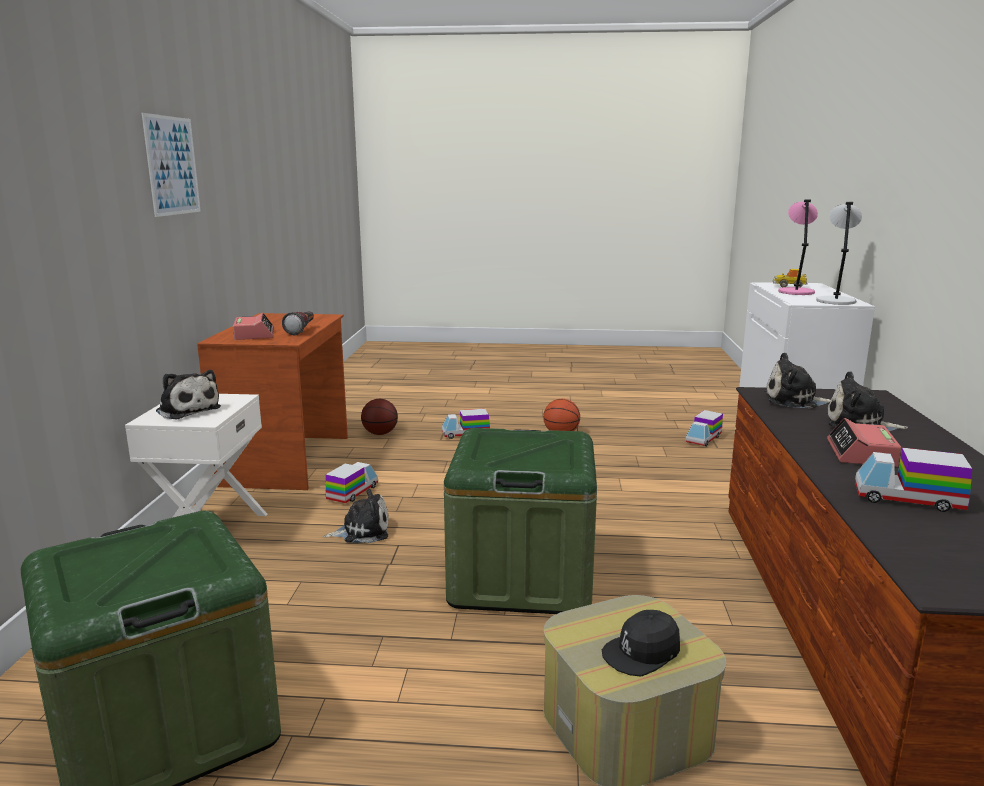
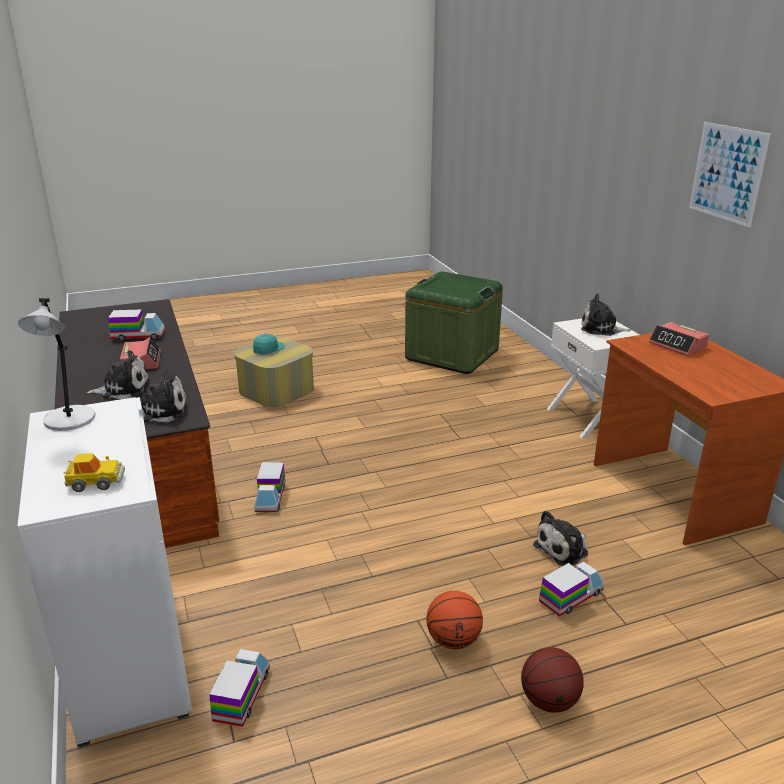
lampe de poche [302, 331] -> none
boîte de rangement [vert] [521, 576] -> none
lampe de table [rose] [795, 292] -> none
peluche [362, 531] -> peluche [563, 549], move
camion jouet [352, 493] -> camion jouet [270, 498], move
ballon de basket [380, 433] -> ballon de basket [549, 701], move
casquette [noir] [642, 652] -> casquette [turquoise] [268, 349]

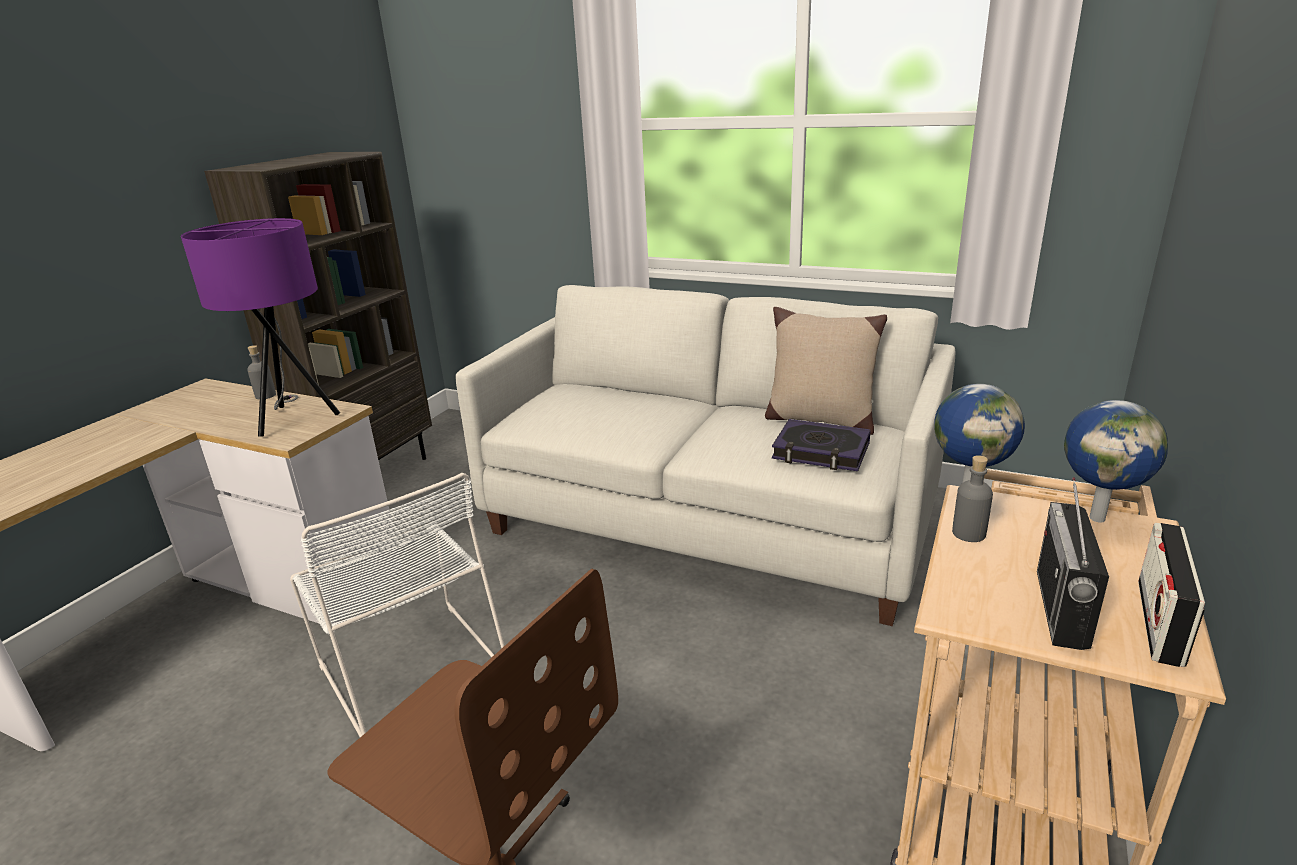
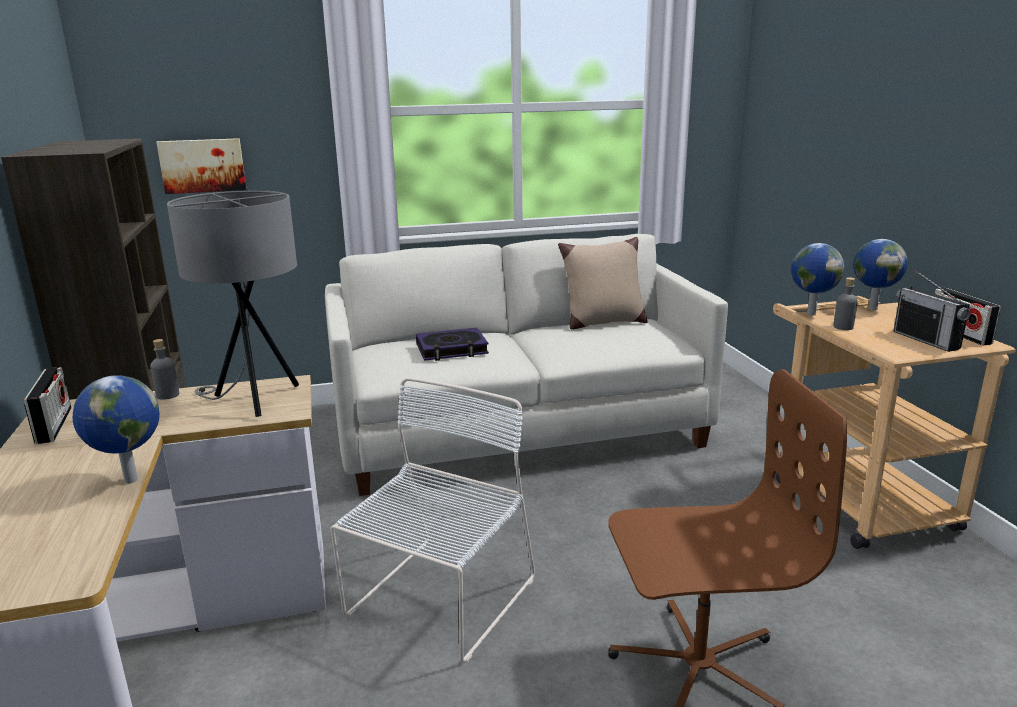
none -> radio [54, 425]
none -> globe [129, 480]
none -> tableau [203, 165]
livre [821, 452] -> livre [452, 349], move
lampe de table [violet] [294, 419] -> lampe de table [gris] [254, 400]
chaise [blanc] [411, 666] -> chaise [blanc] [438, 600], 75 degrees counterclockwise

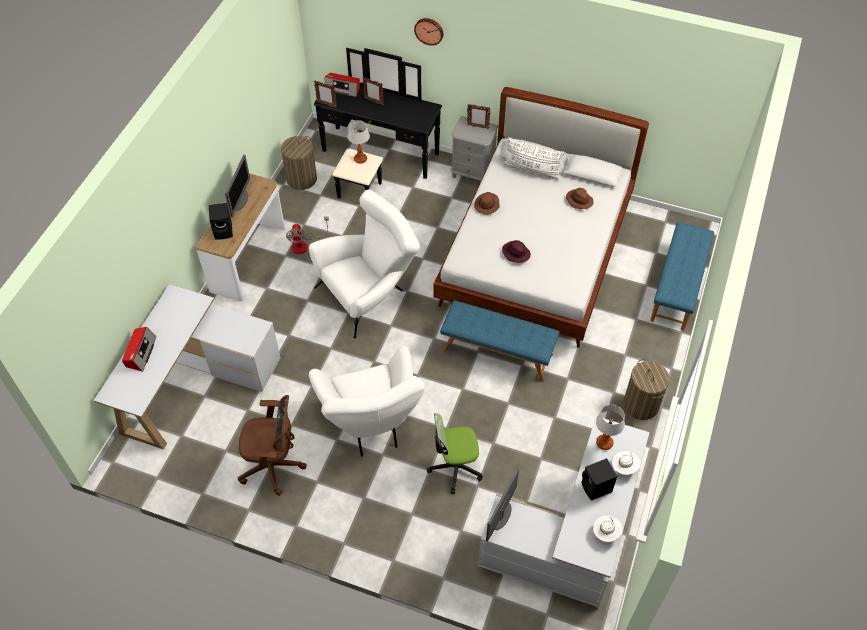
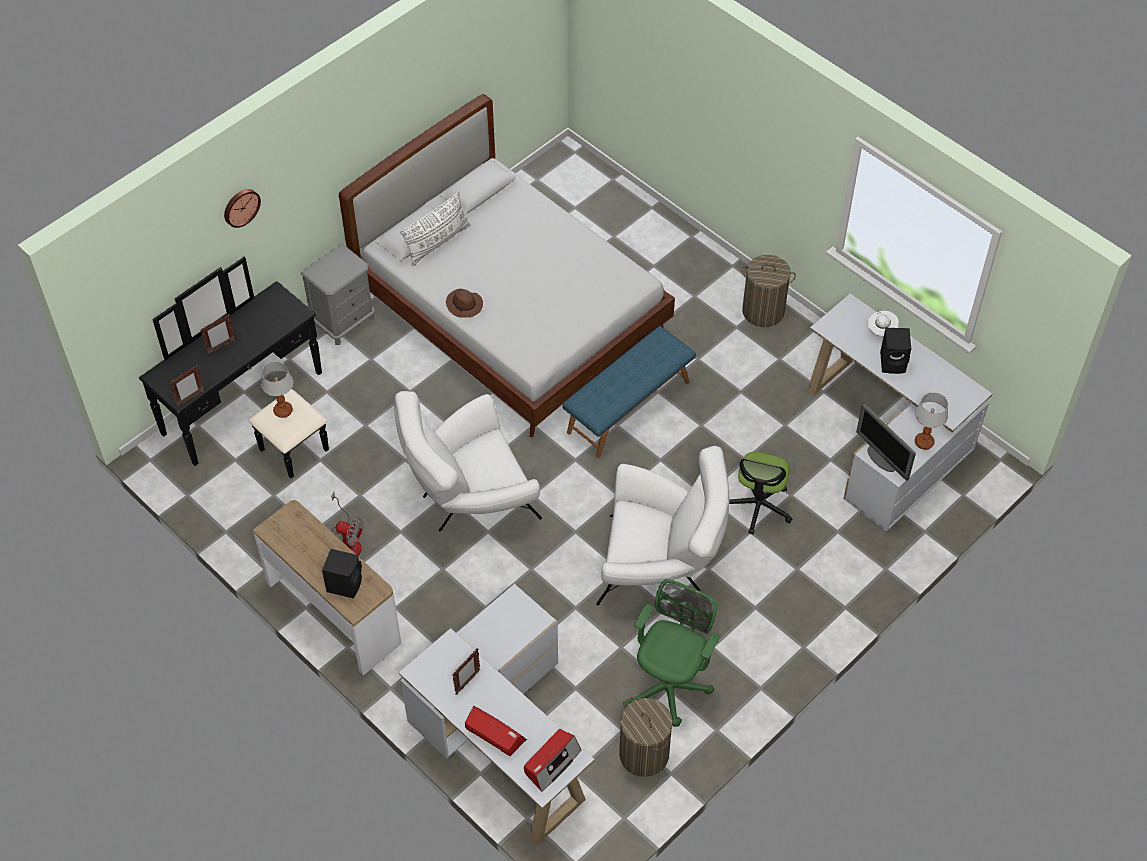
écran d'ordinateur [241, 200] -> none
chapeau [violet] [515, 253] -> none
chapeau [marron] [579, 200] -> none
chapeau [blanc] [606, 533] -> none
banc [bleu] [678, 287] -> none
panier à linge [301, 179] -> panier à linge [644, 754], move
radio [342, 88] -> radio [551, 763], move
cadre photo [477, 127] -> cadre photo [467, 682], move
lampe de table [604, 443] -> lampe de table [924, 442], move
chaise de bureau [marron] [274, 466] -> chaise de bureau [vert] [670, 684]
fauteuil [blanc] [369, 292] -> fauteuil [blanc] [469, 499], 105 degrees counterclockwise

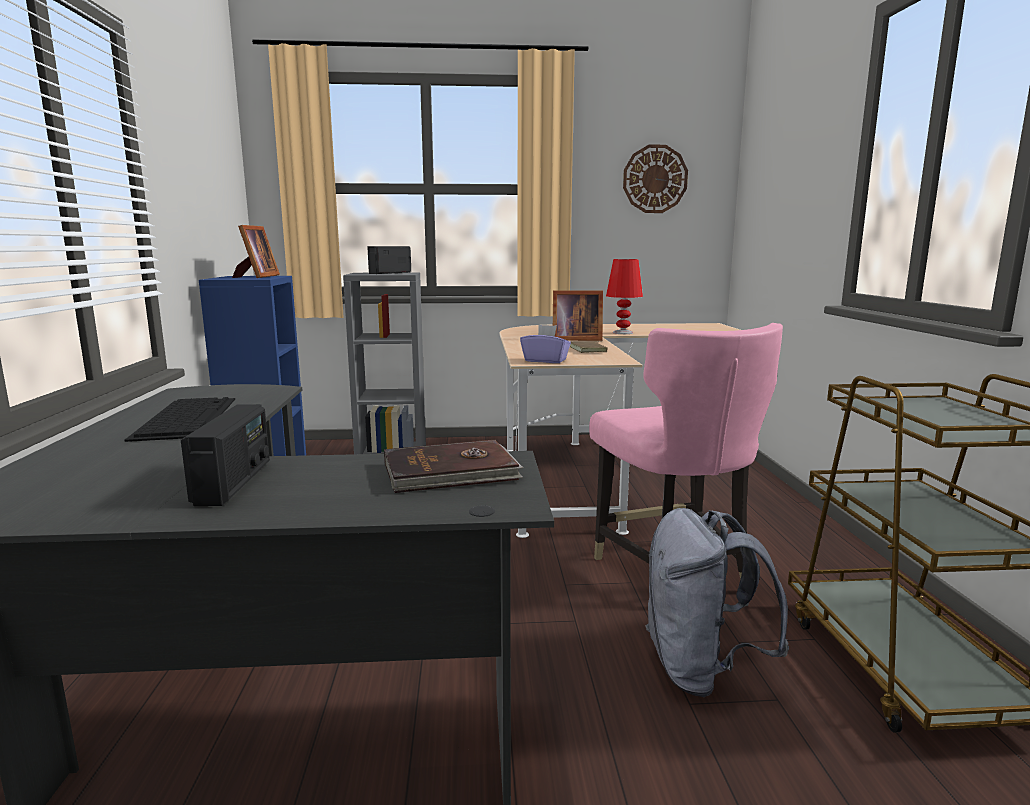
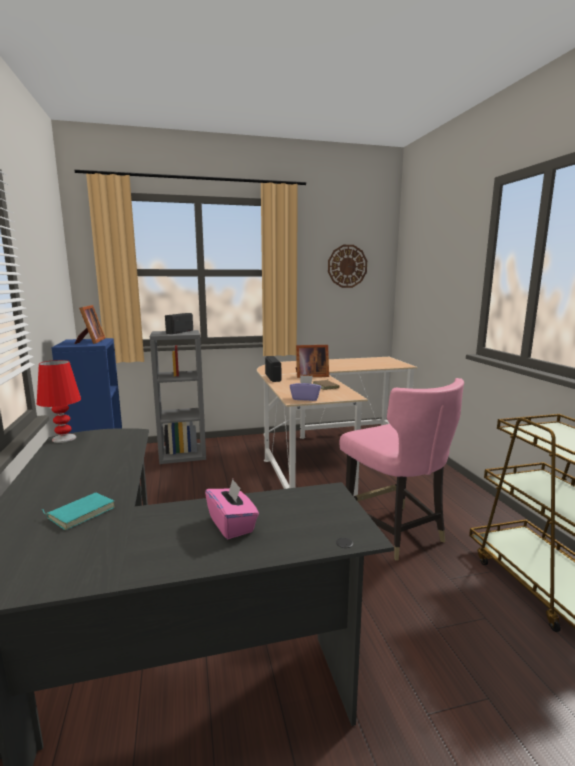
clavier [186, 417] -> none
livre [marron] [451, 472] -> none
sac à dos [gris] [701, 670] -> none
none -> livre [turquoise] [81, 512]
none -> boîte à mouchoirs [rose] [232, 524]
radio [234, 482] -> radio [273, 377], move
lampe de table [rouge] [623, 333] -> lampe de table [rouge] [64, 438], move

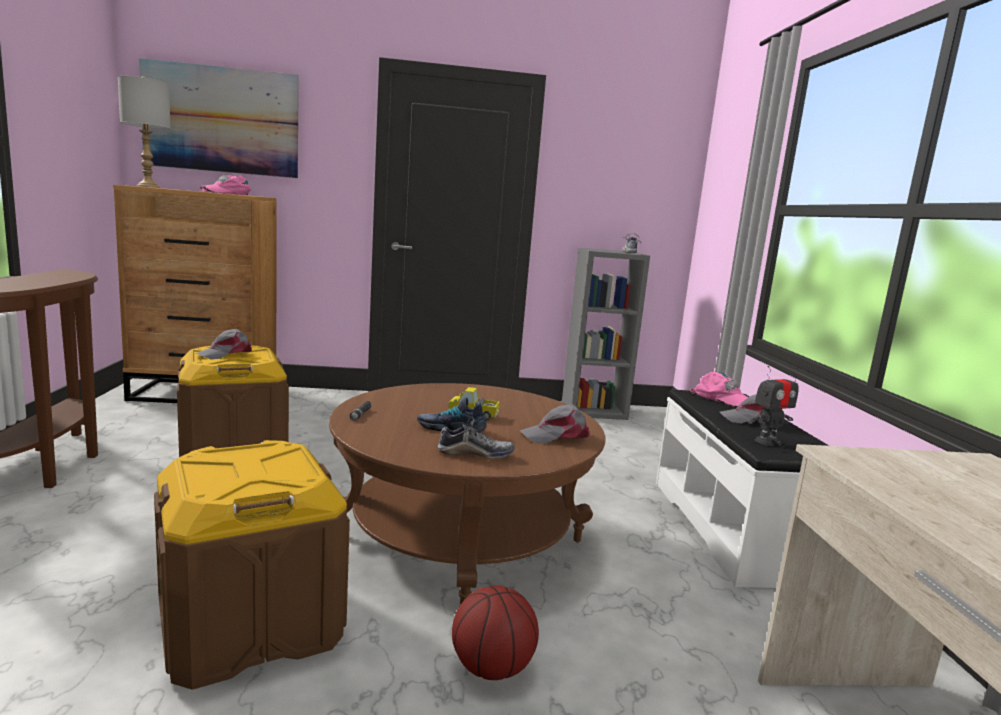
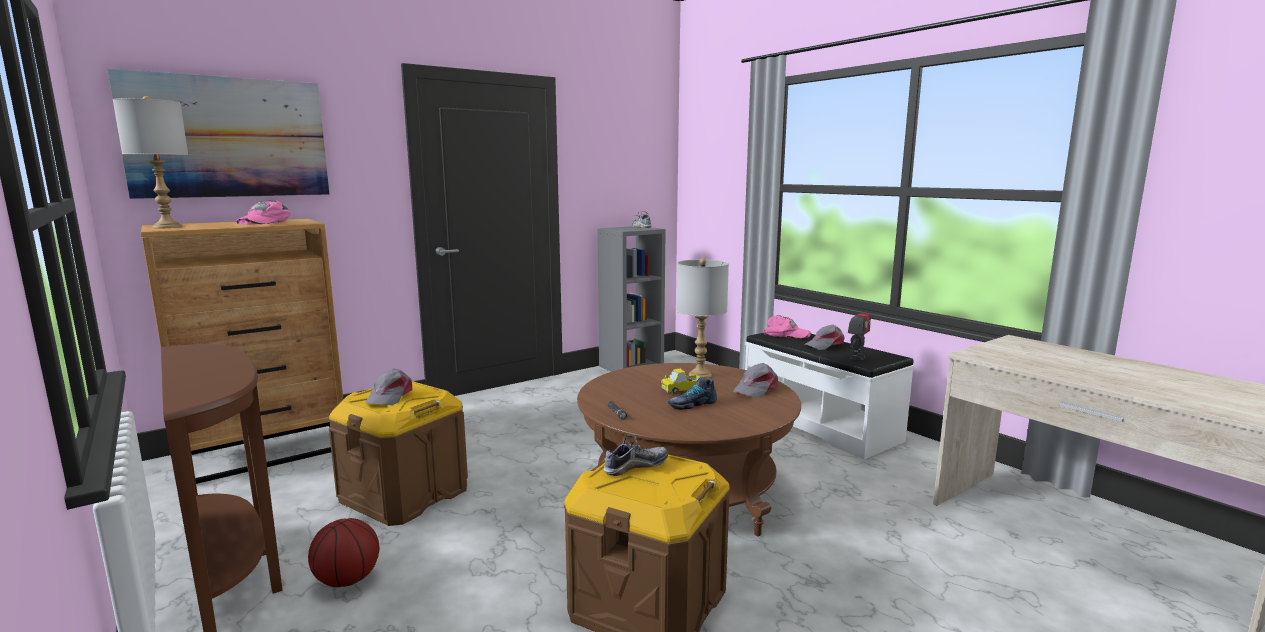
none -> lampe de table [gris] [700, 375]
chaussure [475, 453] -> chaussure [635, 466], move
ballon de basket [491, 668] -> ballon de basket [346, 580], move

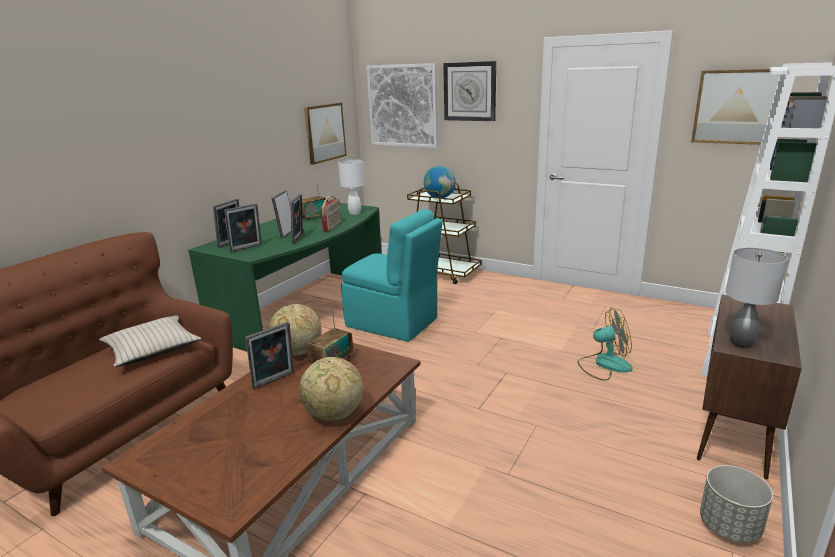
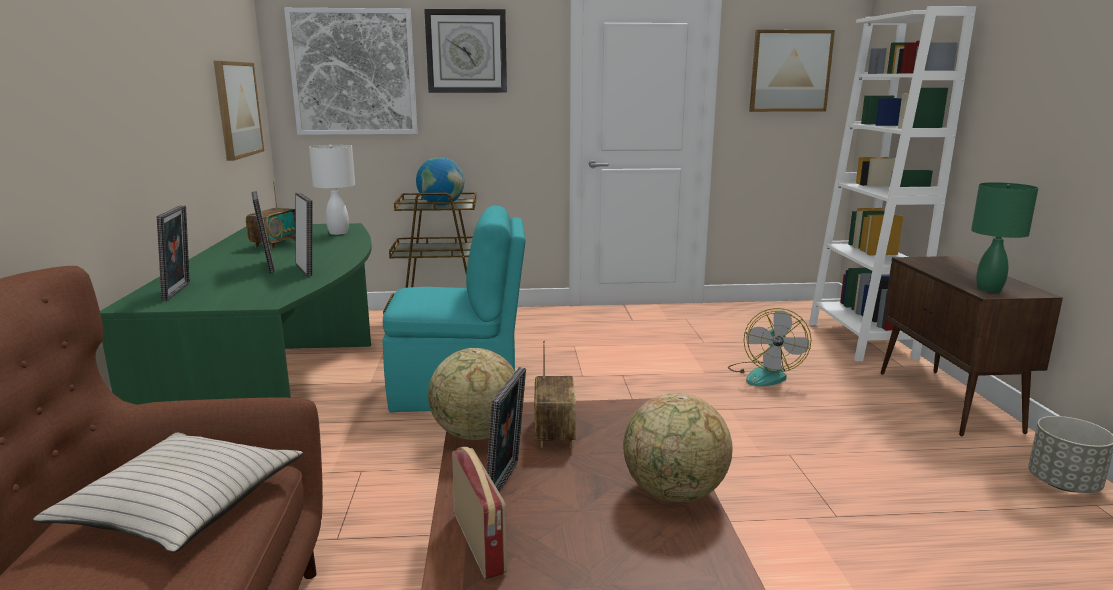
cadre photo [247, 248] -> none
radio [332, 226] -> radio [480, 543], move
lampe de table [gris] [740, 343] -> lampe de table [vert] [988, 289]
ventilateur [604, 364] -> ventilateur [764, 374], 135 degrees clockwise

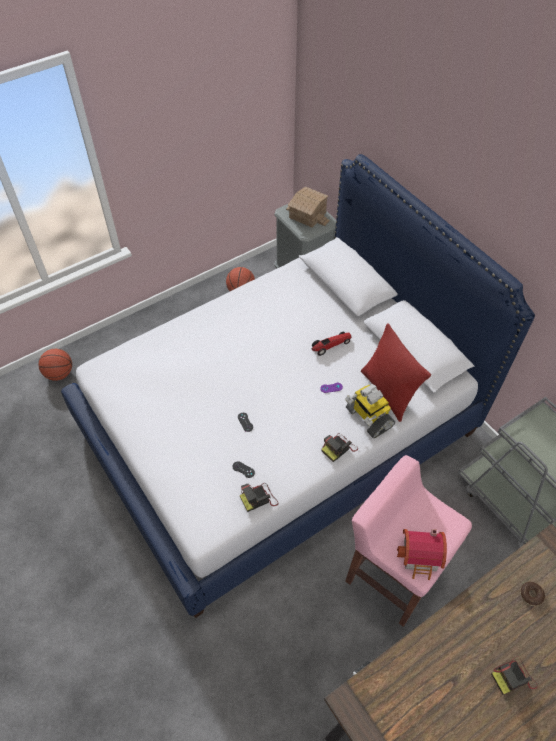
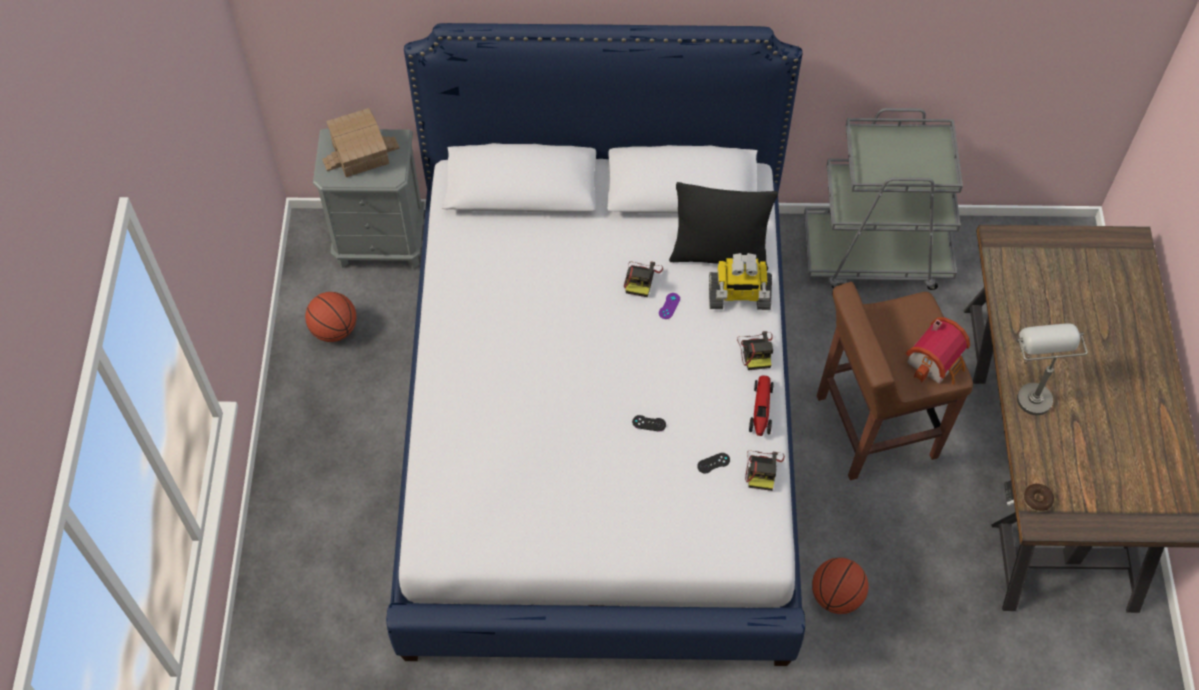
none -> lampe de table [gris] [1029, 389]
ballon de basket [59, 373] -> ballon de basket [836, 596], move
petite voiture [330, 345] -> petite voiture [761, 410], move
appareil photo [513, 677] -> appareil photo [641, 278], move
beignet [531, 595] -> beignet [1037, 500], move
tabouret [rose] [393, 573] -> tabouret [marron] [874, 427]
coussin [rouge] [388, 392] -> coussin [noir] [719, 255]

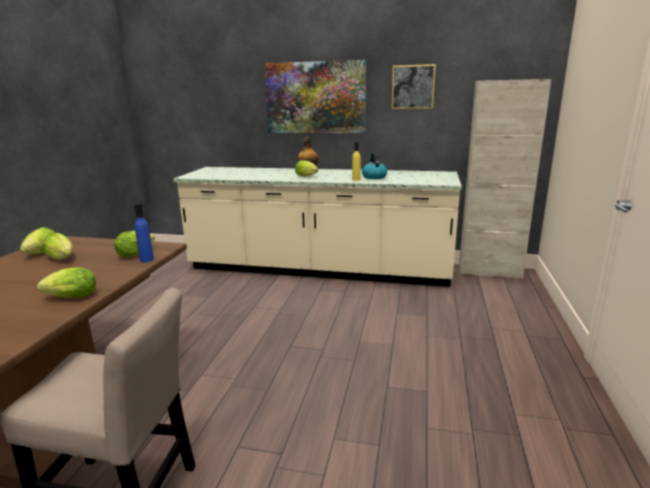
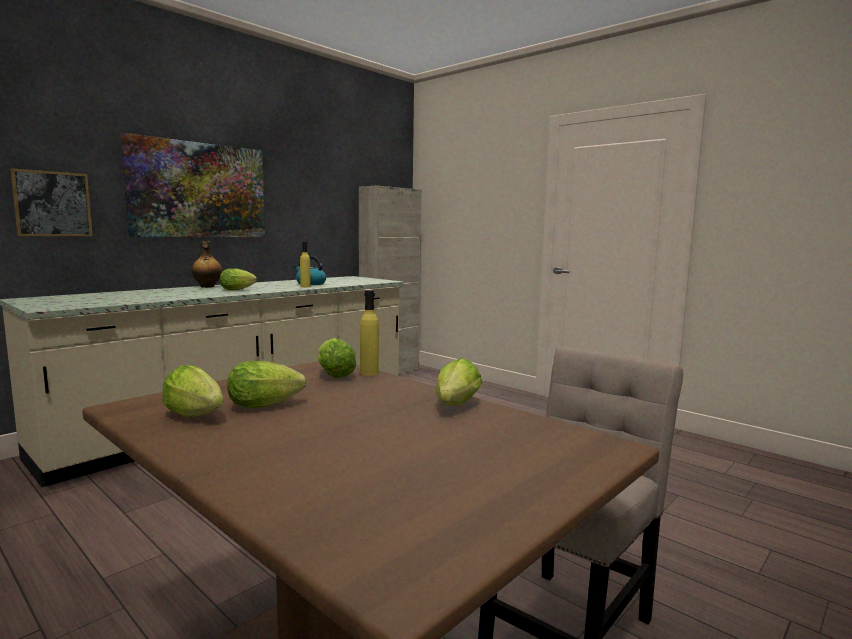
tableau [413, 87] -> tableau [52, 204], move
bouteille [bleu] [147, 260] -> bouteille [jaune] [369, 373]

